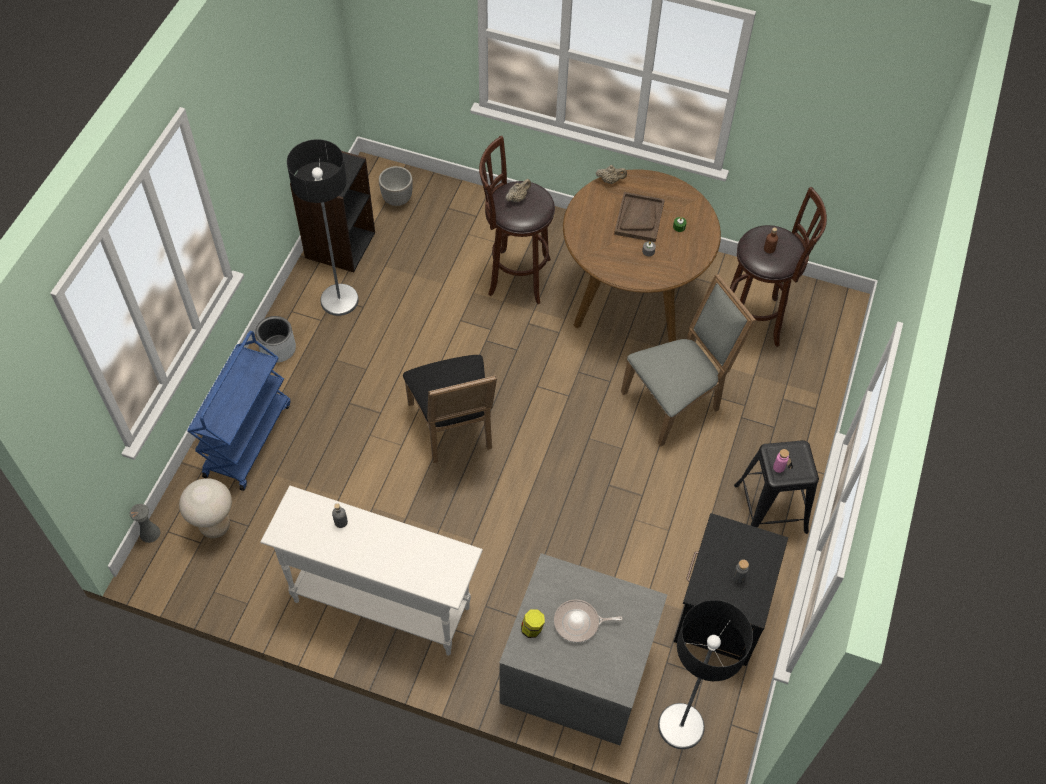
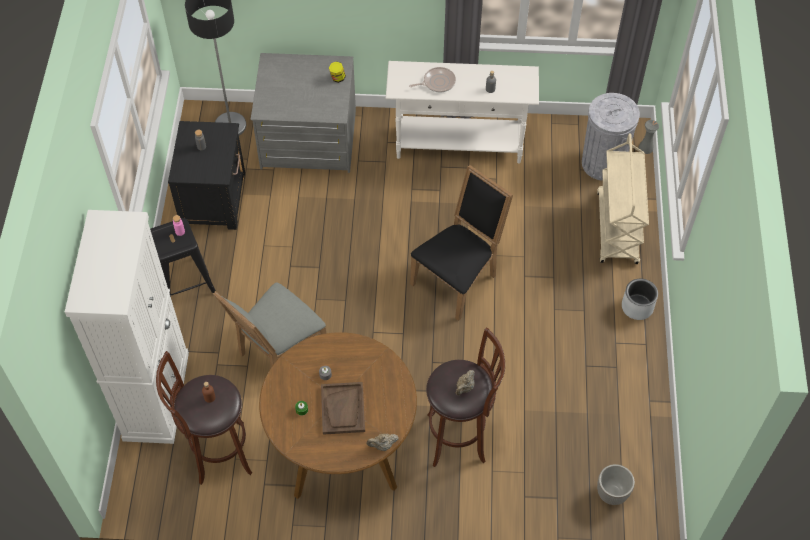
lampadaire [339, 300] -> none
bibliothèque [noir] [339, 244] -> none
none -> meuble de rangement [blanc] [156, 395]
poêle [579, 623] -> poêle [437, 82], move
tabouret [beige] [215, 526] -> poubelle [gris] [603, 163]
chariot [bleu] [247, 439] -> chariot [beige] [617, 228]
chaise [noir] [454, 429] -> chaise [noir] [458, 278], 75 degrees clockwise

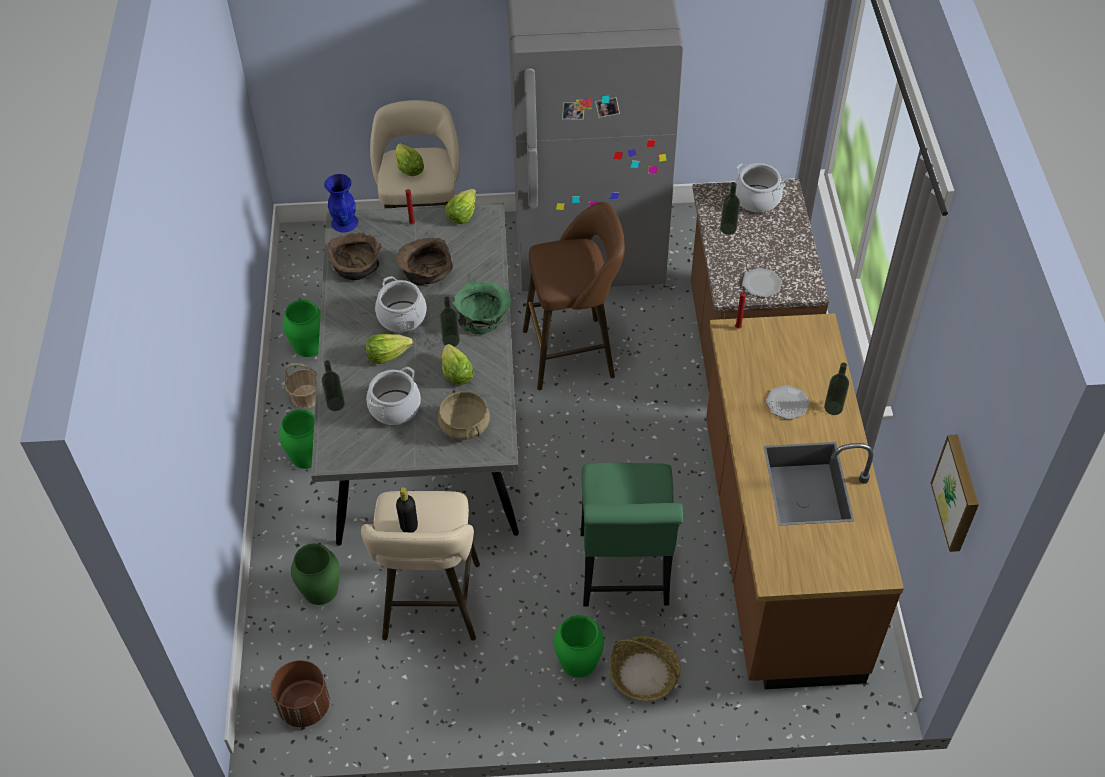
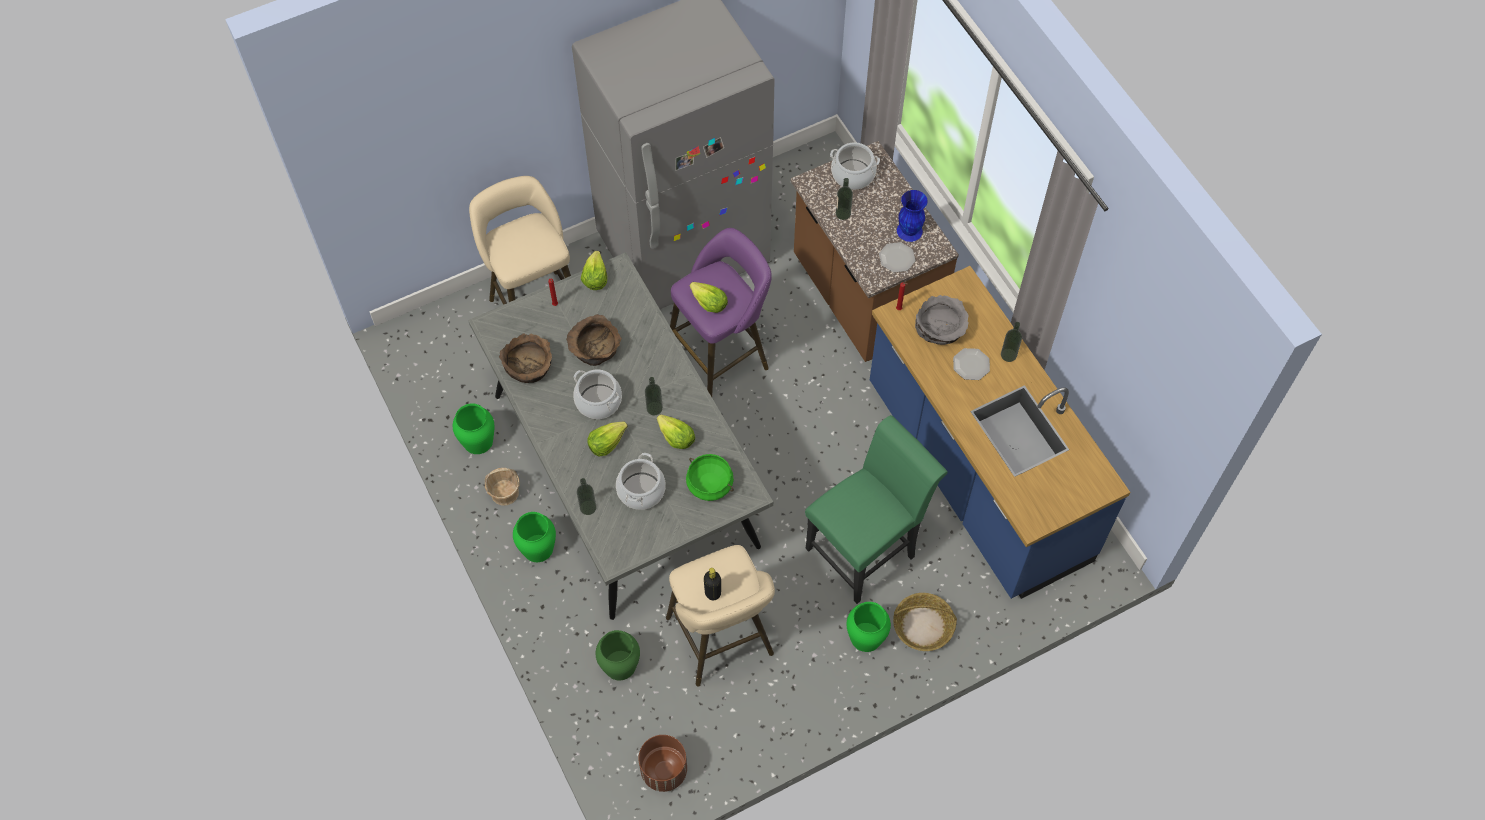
bol [vert] [483, 316] -> none
tableau [958, 493] -> none
none -> bol [gris] [940, 328]
vase [bleu] [345, 222] -> vase [bleu] [910, 230], move
laitue [408, 168] -> laitue [708, 303], move
marmite [beige] [465, 425] -> marmite [vert] [710, 484]
tabouret [marron] [574, 352] -> tabouret [violet] [721, 357]
comptoir de cuisine [marron] [777, 548] -> comptoir de cuisine [bleu] [976, 474]
chaise [vert] [624, 576] -> chaise [vert] [866, 548], 105 degrees counterclockwise

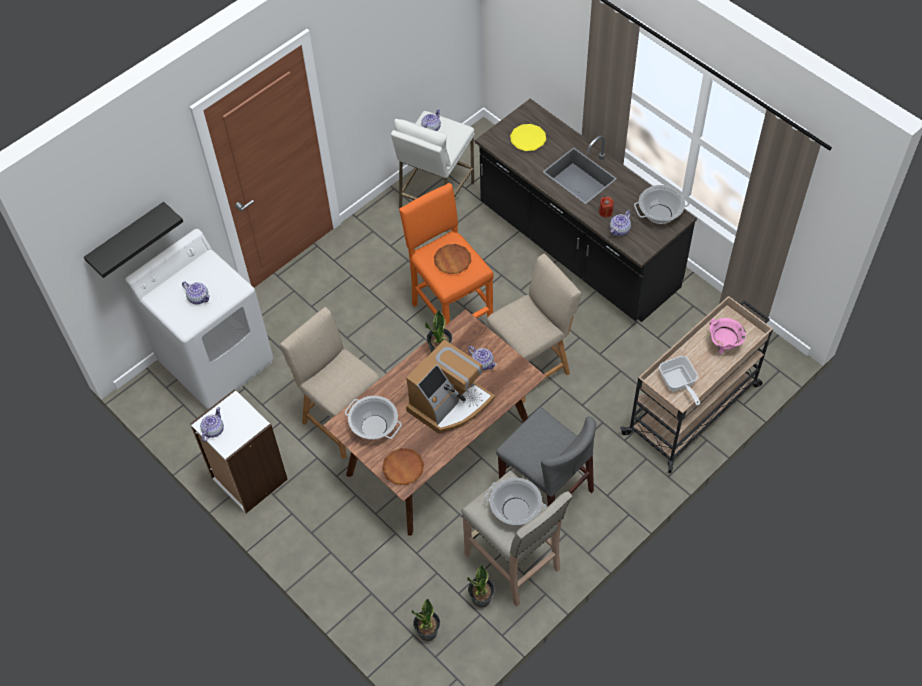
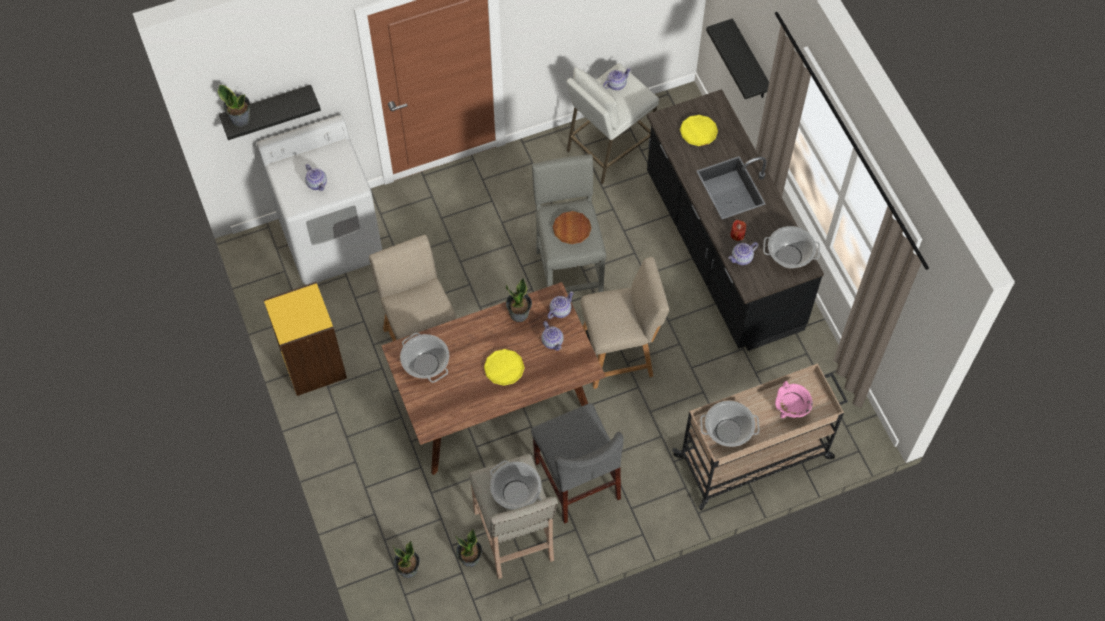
assiette [marron] [403, 468] -> none
none -> plante en pot [240, 118]
none -> étagère [noir] [750, 62]
théière [213, 430] -> théière [560, 310], move
machine à café [449, 403] -> assiette [jaune] [504, 368]
poêle [678, 384] -> marmite [727, 431]
bibliothèque [blanc] [248, 479] -> bibliothèque [jaune] [312, 364]
tabouret [orange] [451, 313] -> tabouret [gris] [568, 273]

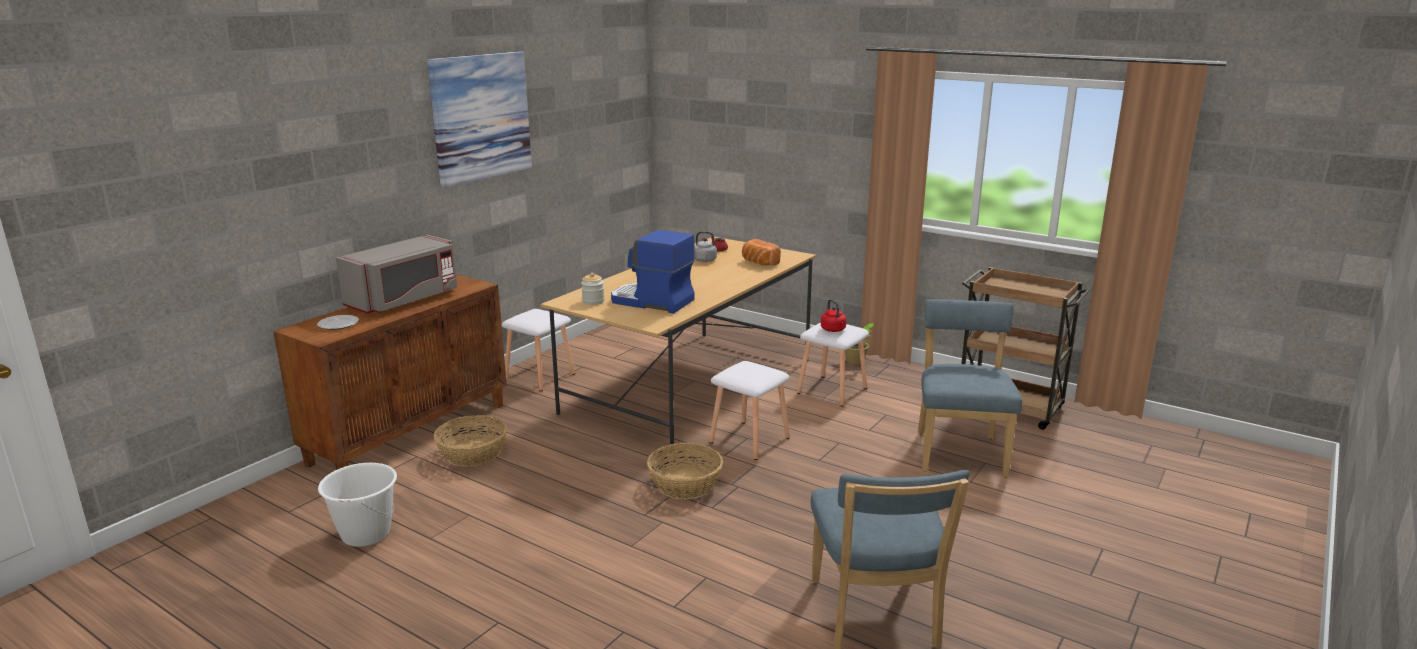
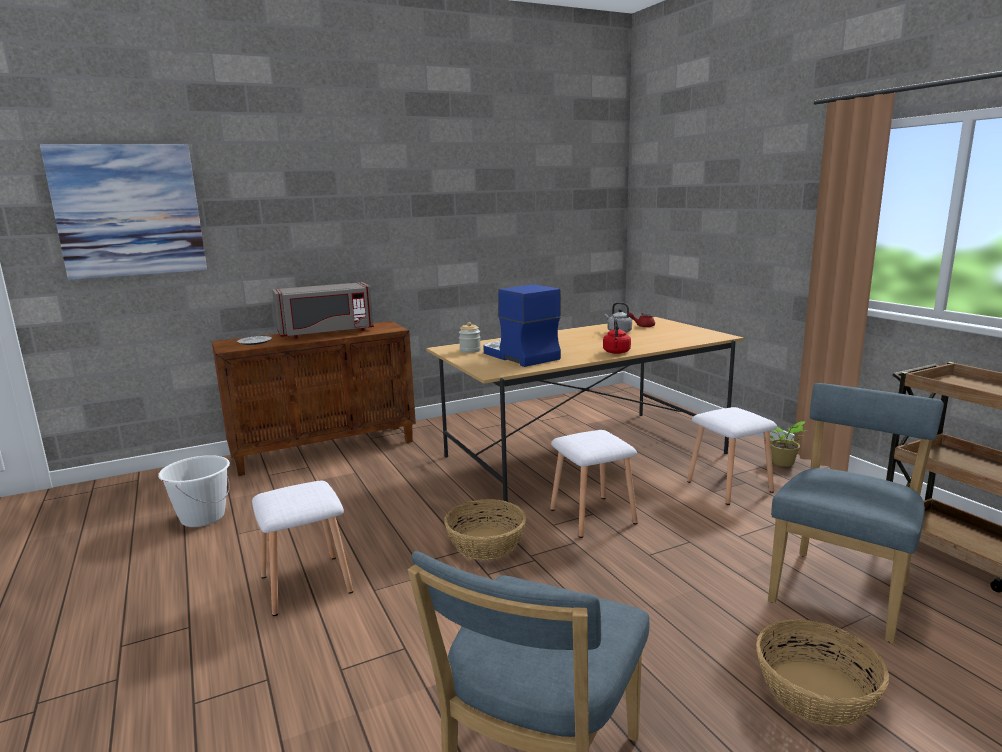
pain [758, 263] -> none
tableau [481, 117] -> tableau [129, 211], move
panier [472, 454] -> panier [815, 693], move
tabouret [blanc] [540, 376] -> tabouret [blanc] [307, 583], move
bouilloire [rouge] [833, 330] -> bouilloire [rouge] [616, 352], move

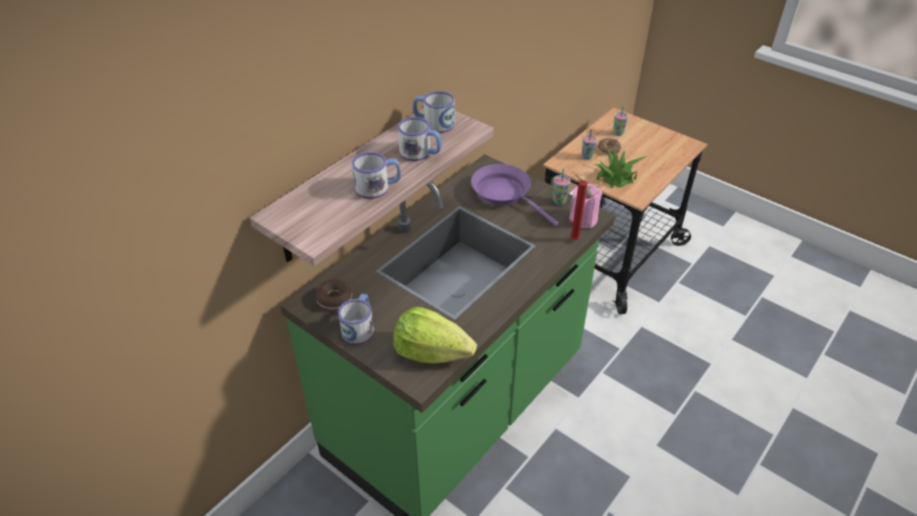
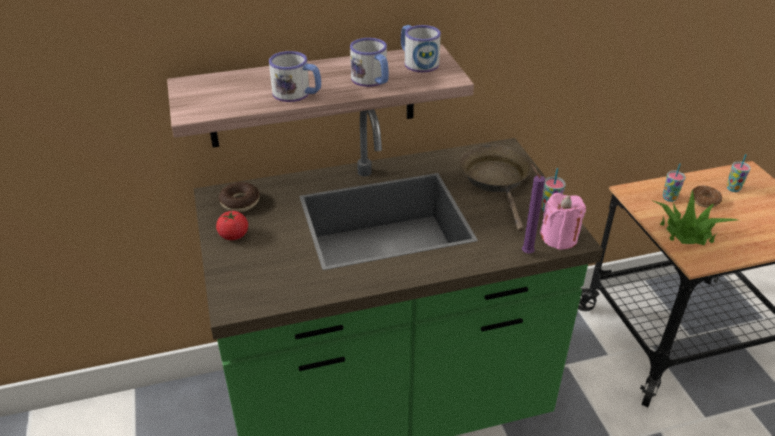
laitue [431, 352] -> none
mug [360, 327] -> tomate [234, 235]
poêle [violet] [505, 194] -> poêle [marron] [496, 181]
bougie [rouge] [573, 239] -> bougie [violet] [525, 252]

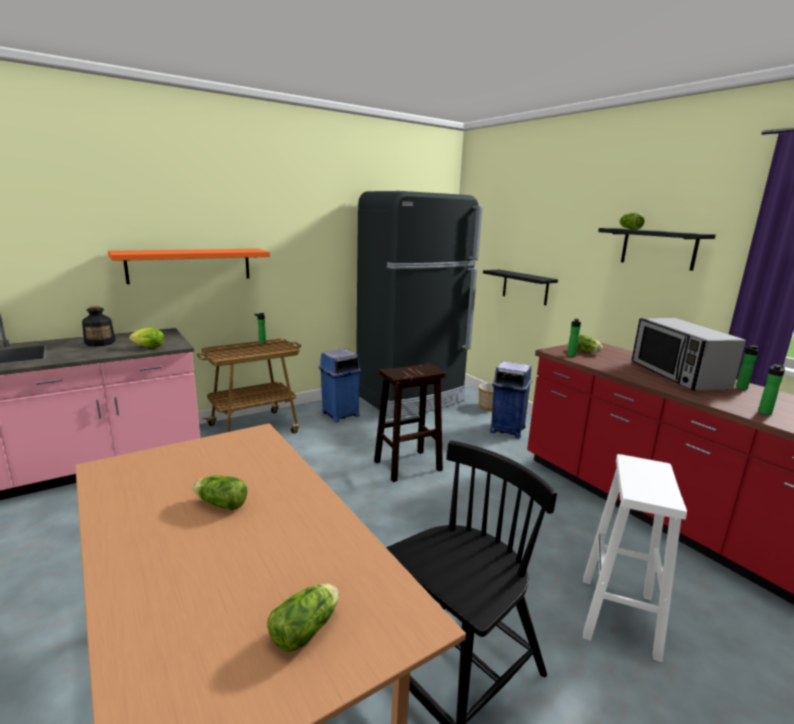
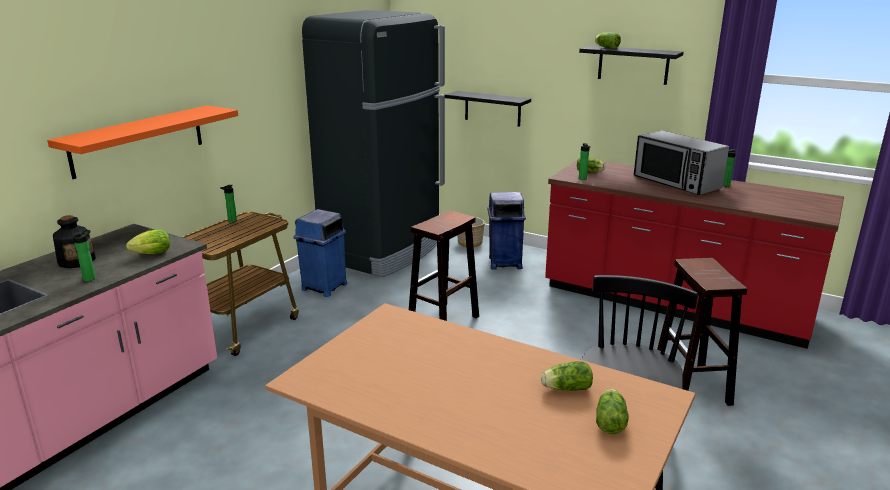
laitue [220, 503] -> laitue [565, 388], move
bouteille [765, 412] -> bouteille [91, 278], move
tabouret [blanc] [619, 617] -> tabouret [marron] [692, 387]

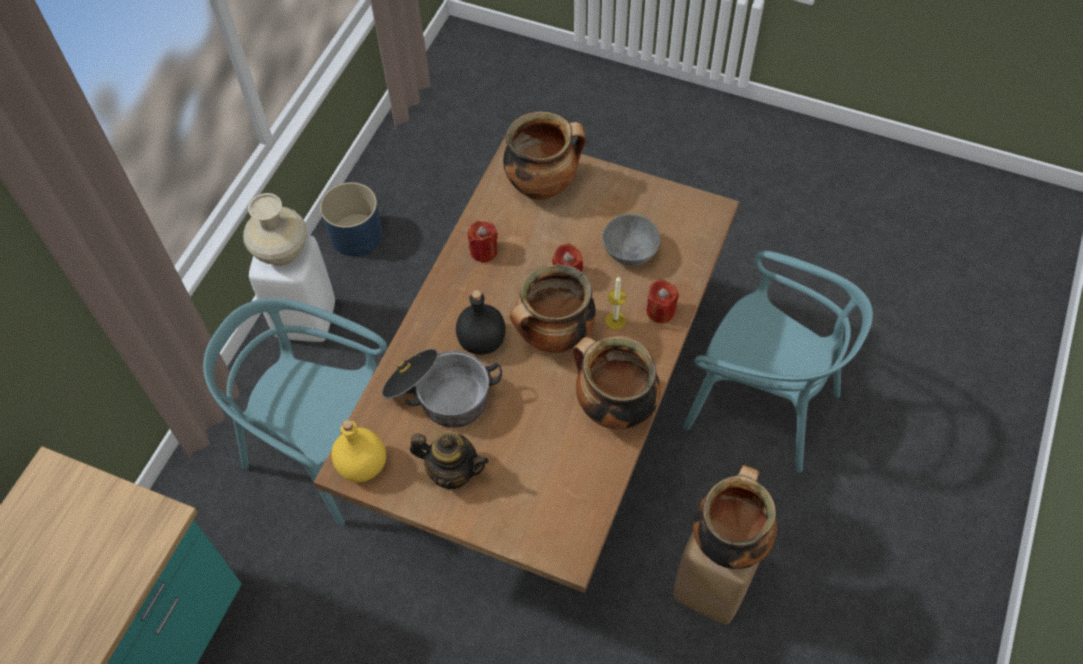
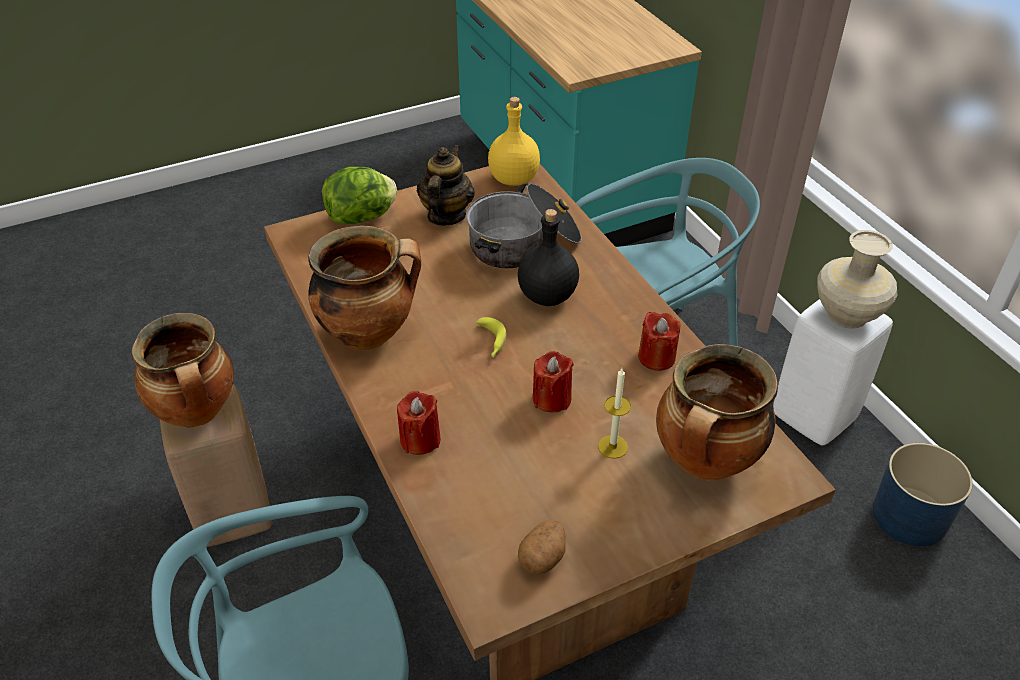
bol [gris] [630, 253] -> none
none -> laitue [362, 218]
none -> pomme de terre [542, 558]
bougie [615, 320] -> bougie [613, 446], move
marmite [554, 338] -> banane [491, 342]
théière [452, 472] -> théière [446, 215], 135 degrees clockwise

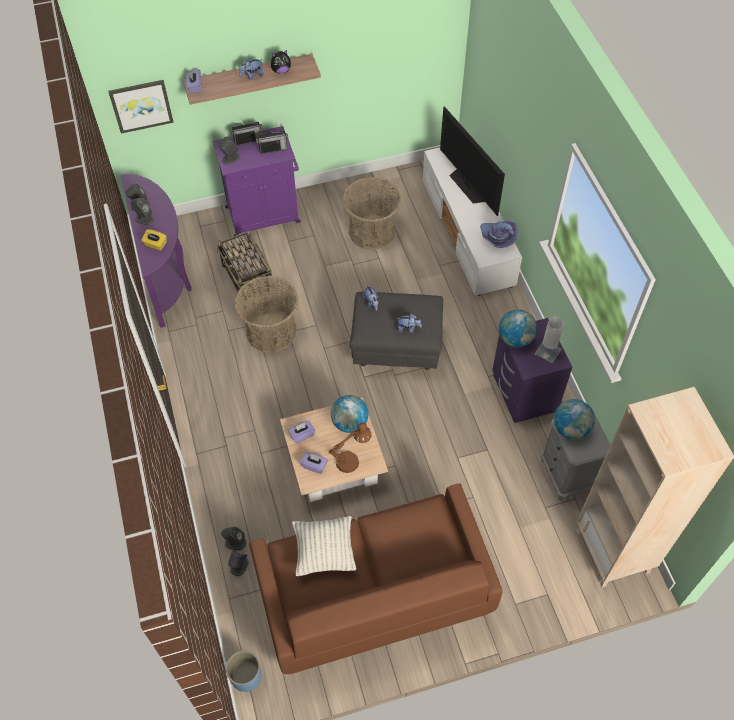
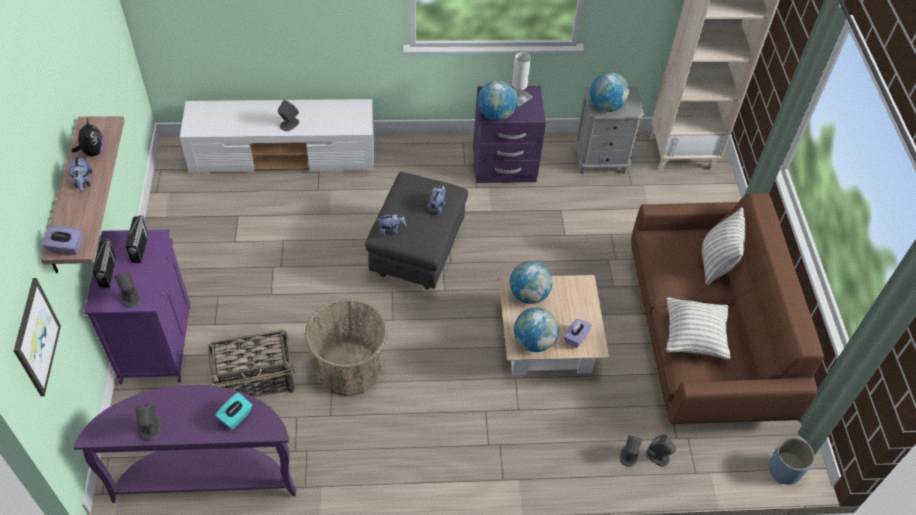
lampe de table [marron] [352, 460] -> none
panier [372, 231] -> none
téléviseur [469, 186] -> none
chapeau [violet] [497, 238] -> none
none -> coussin [716, 263]
enceinte [gris] [144, 219] -> enceinte [gris] [289, 124], move
boîte à mouchoirs [violet] [302, 435] -> globe [534, 342]
boîte à mouchoirs [jaune] [155, 244] -> boîte à mouchoirs [turquoise] [236, 417]

